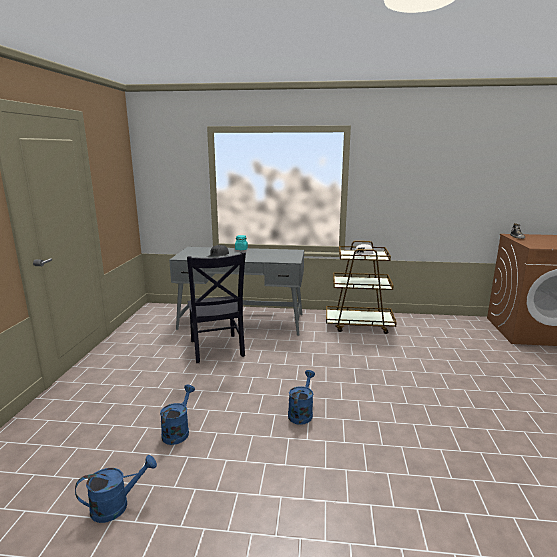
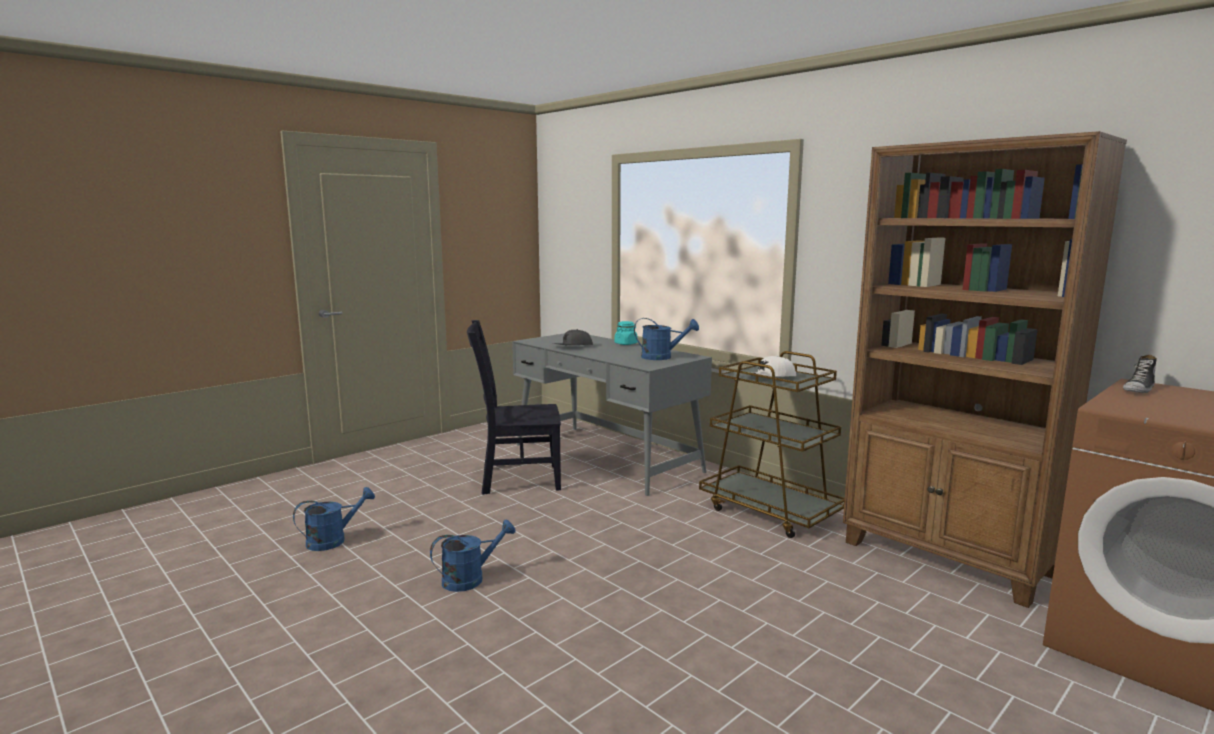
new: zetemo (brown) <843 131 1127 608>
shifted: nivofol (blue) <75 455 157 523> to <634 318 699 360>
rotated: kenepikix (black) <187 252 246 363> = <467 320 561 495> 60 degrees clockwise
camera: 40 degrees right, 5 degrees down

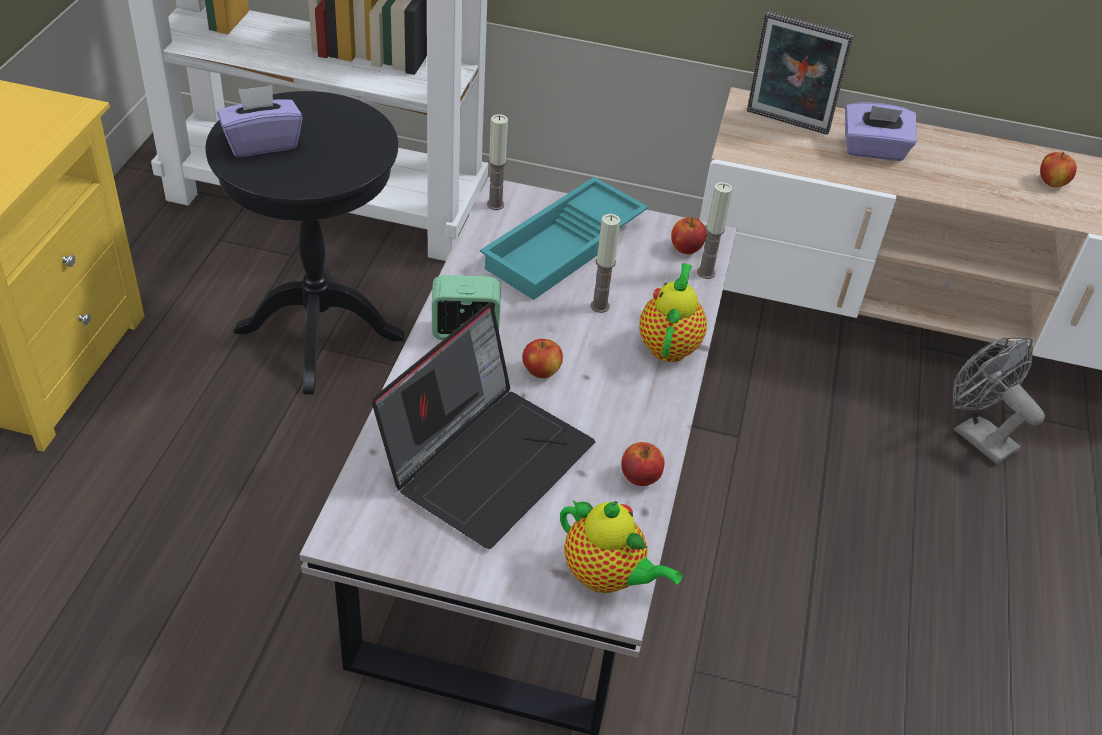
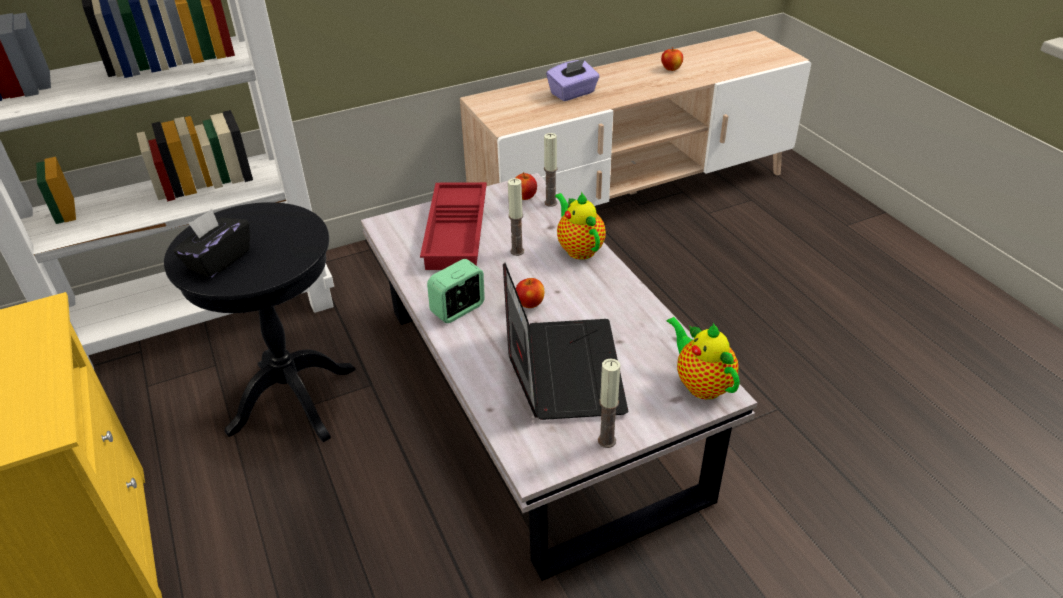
gone: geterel <621 442 664 486>; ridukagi <747 11 854 135>; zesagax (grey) <953 338 1045 465>
shifted: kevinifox <487 114 508 210> to <598 358 620 448>
repainted: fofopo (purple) <217 85 303 157> to fofopo (black) <173 209 250 278>; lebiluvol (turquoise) <480 177 648 300> to lebiluvol (red) <420 182 487 270>
rotated: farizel <560 501 683 593> = <667 317 740 399> 120 degrees counterclockwise
camera: 35 degrees left, 5 degrees down

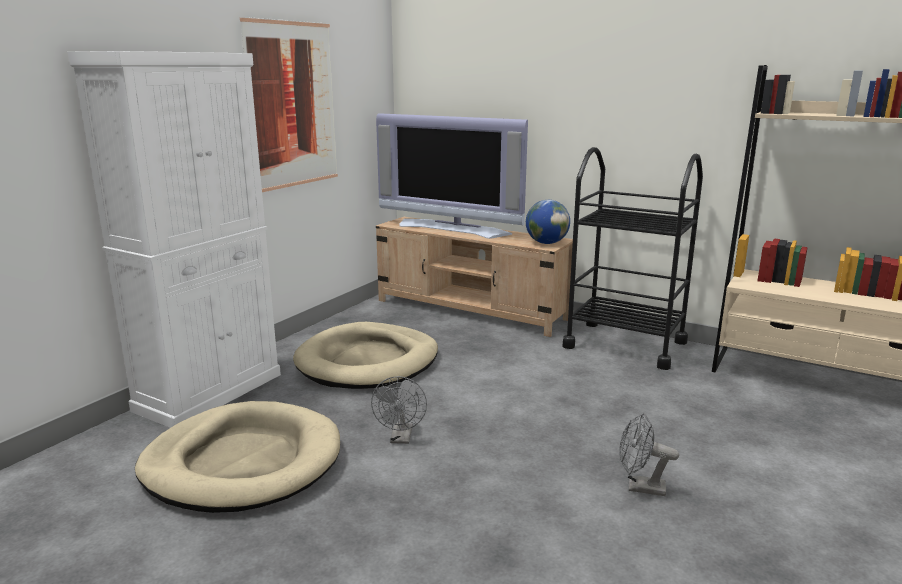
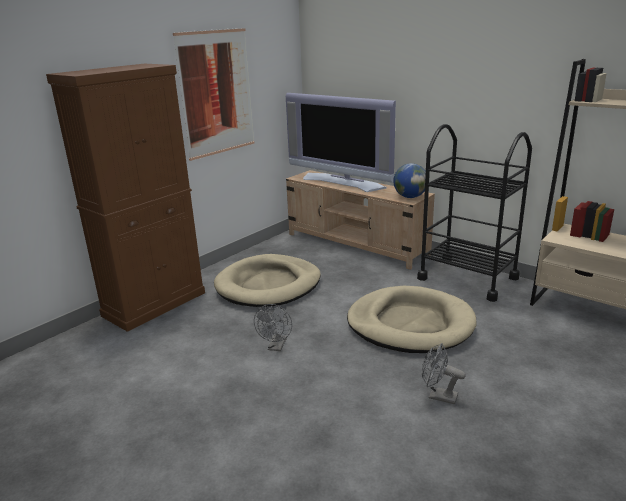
shifted: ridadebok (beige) <135 401 340 513> to <347 286 477 353>
repainted: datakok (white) <67 51 281 428> to datakok (brown) <46 64 205 332>
camera: 10 degrees right, 5 degrees up

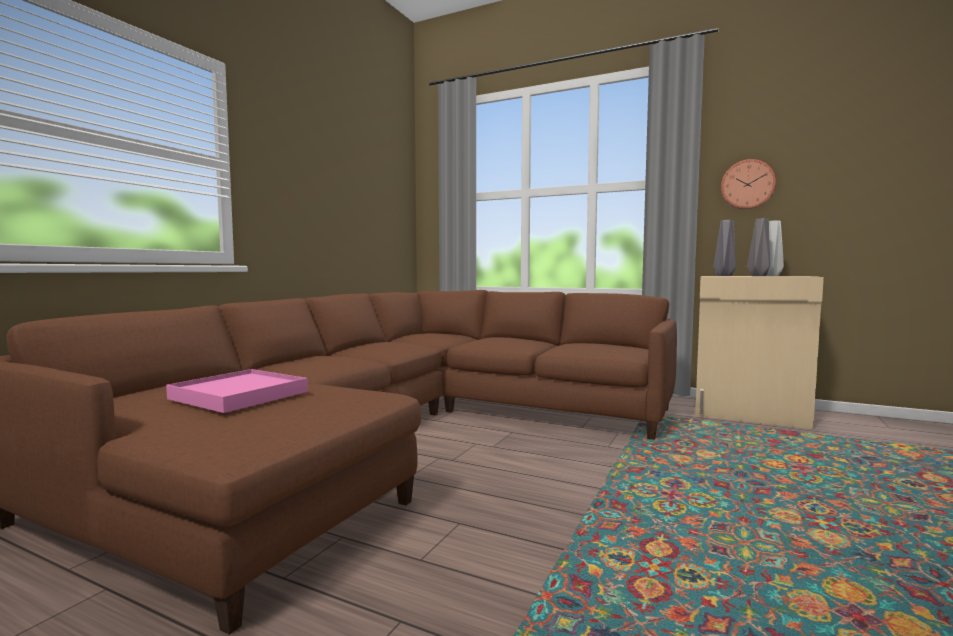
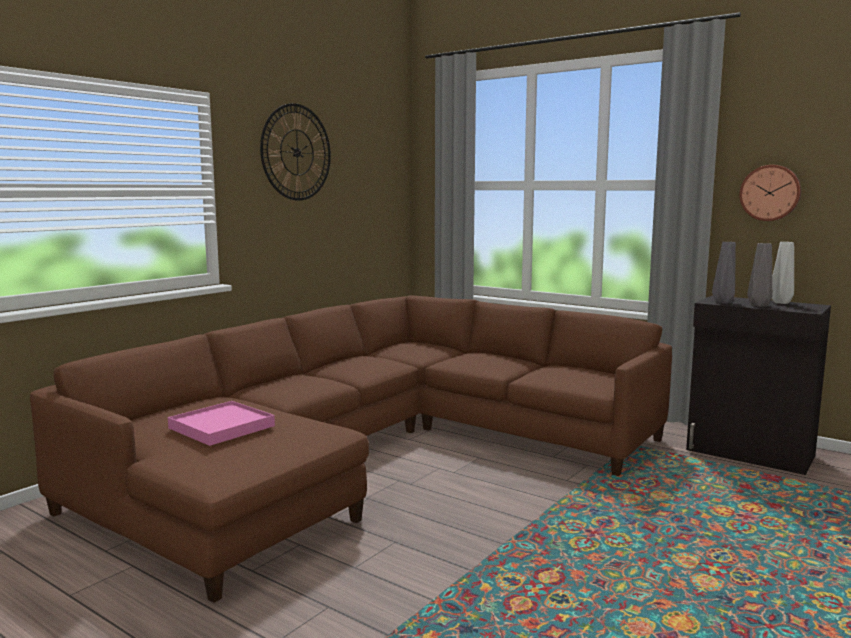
new: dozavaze <260 103 331 201>
repainted: datakok (beige) <695 276 824 429> to datakok (black) <686 295 831 475>
camera: 10 degrees right, 5 degrees up

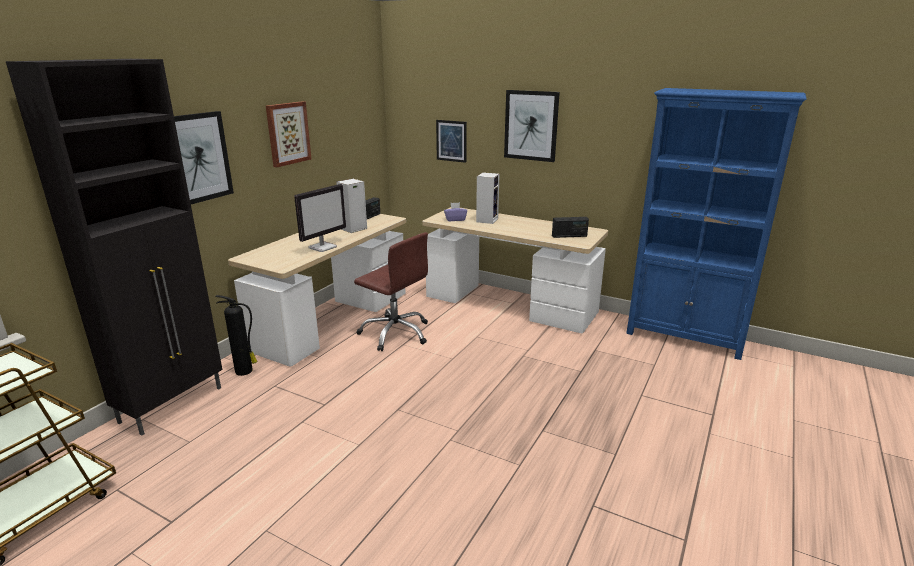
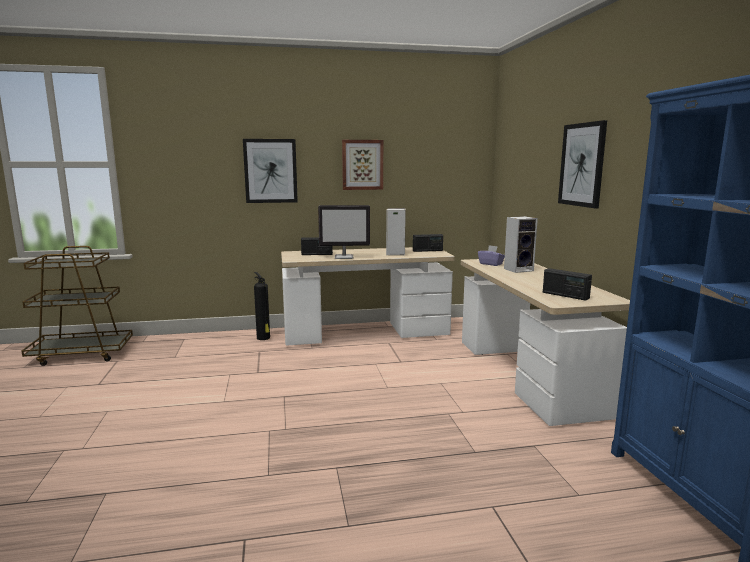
gone: datakok (black) <6 59 222 436>; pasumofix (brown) <354 232 428 351>; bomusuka <436 120 467 163>
new: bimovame <301 237 333 255>
camera: 50 degrees right, 10 degrees down

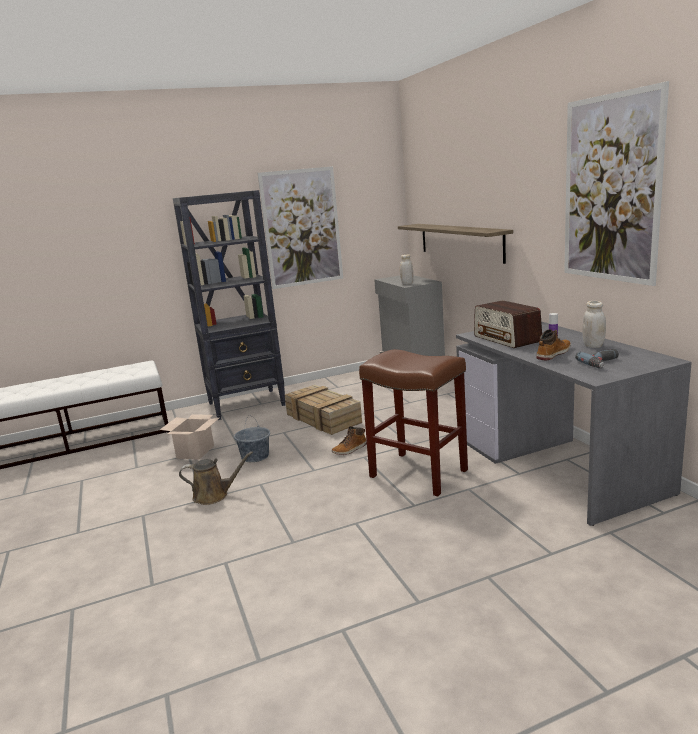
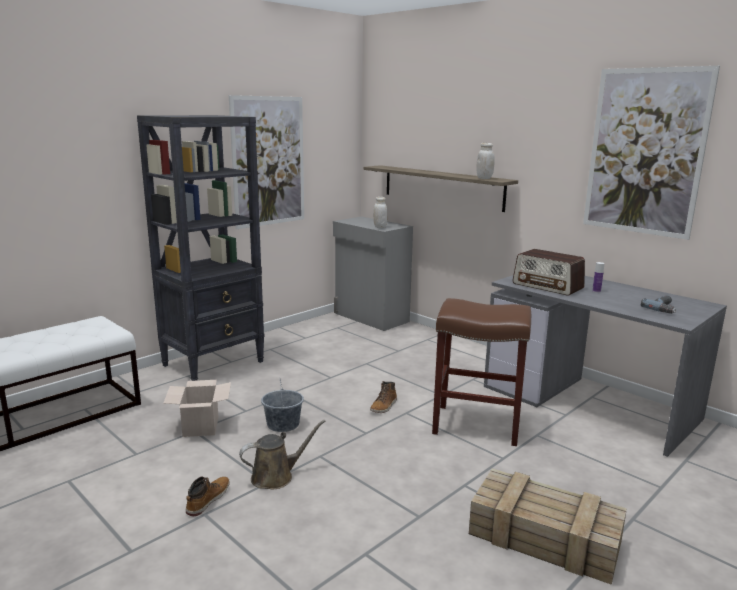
shifted: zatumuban <536 329 571 360> to <186 476 230 516>; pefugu <285 385 362 435> to <469 468 627 585>; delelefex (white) <582 301 606 348> to <476 143 495 179>
camera: 25 degrees left, 0 degrees up

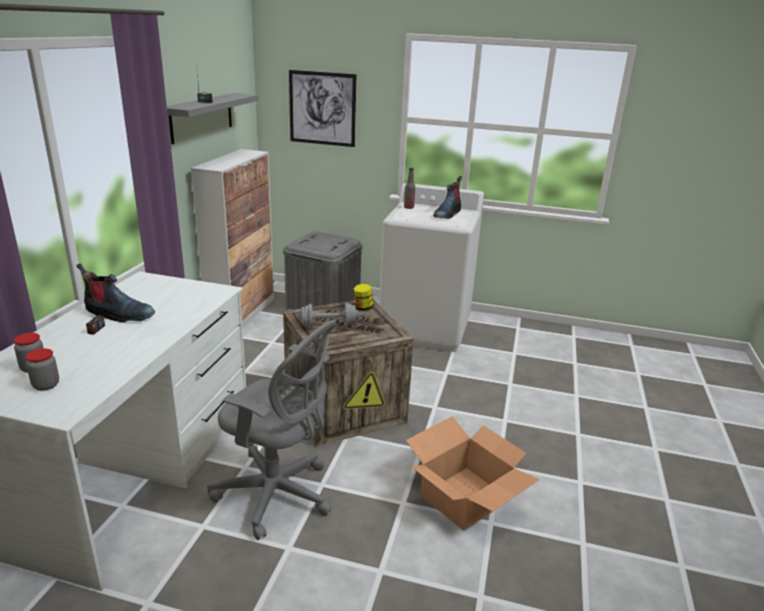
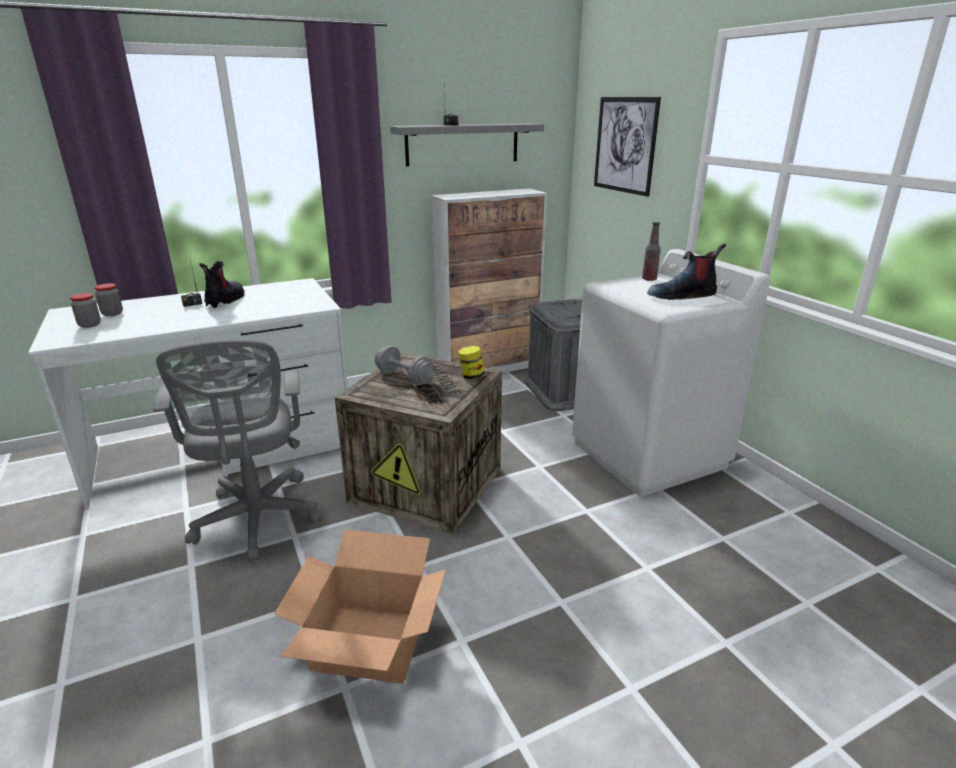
rotated: zatumuban <76 263 155 323> = <199 261 245 308> 150 degrees counterclockwise
camera: 50 degrees right, 0 degrees up

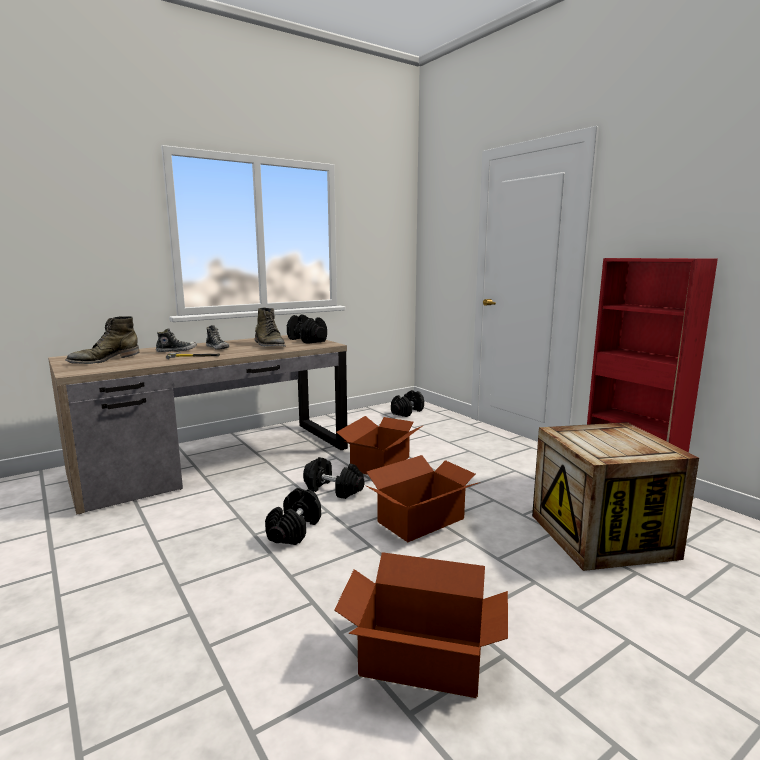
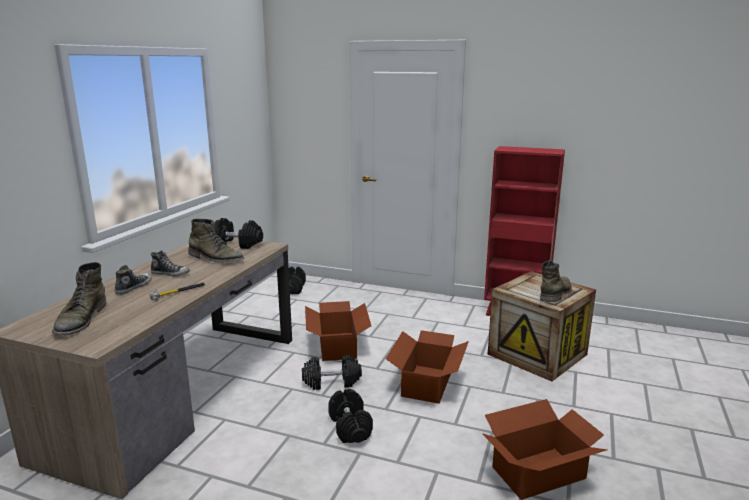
new: zatumuban (green) <540 260 572 302>
camera: 35 degrees left, 5 degrees up

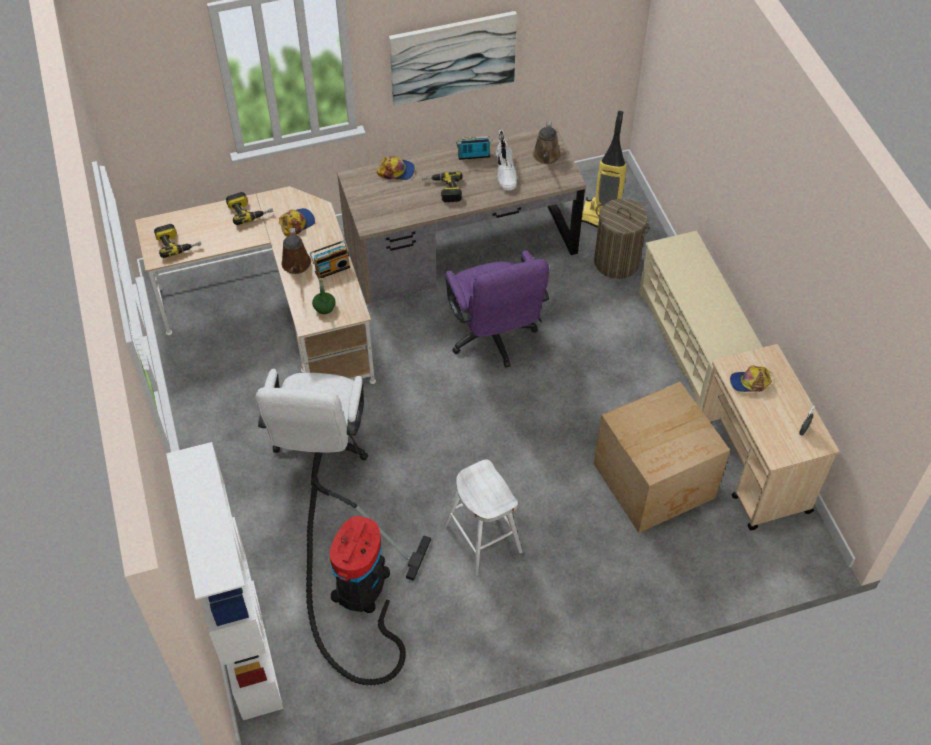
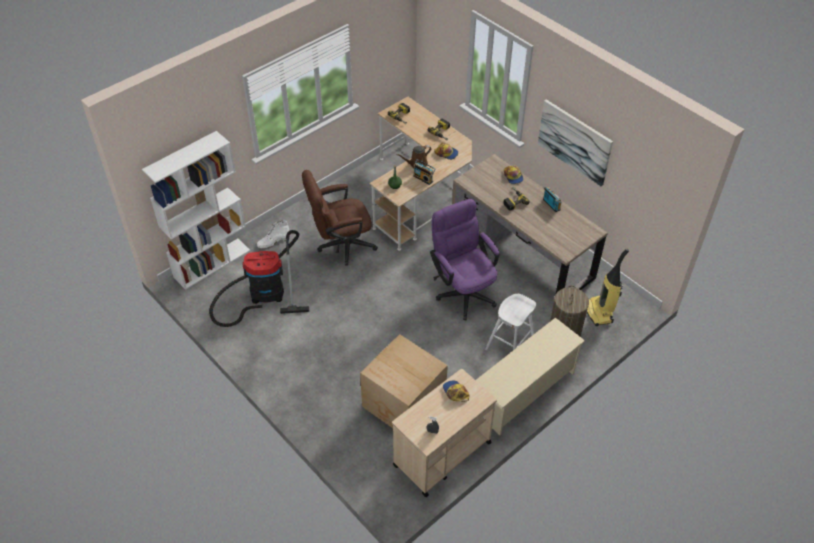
gone: nivofol (brown) <533 121 561 164>
shifted: zatumuban (white) <496 130 518 190> to <257 220 290 249>; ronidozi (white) <444 460 523 576> to <485 294 536 350>
repainted: pasumofix (white) <255 369 368 485> to pasumofix (brown) <302 170 378 265>
rotated: pasumofix (purple) <446 250 549 368> = <430 199 499 320> 105 degrees clockwise
camera: 65 degrees right, 5 degrees down

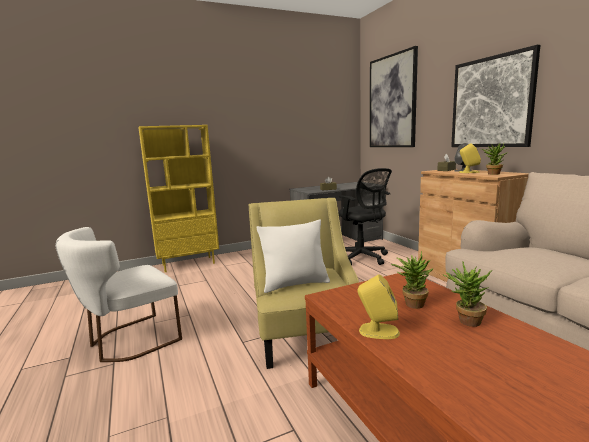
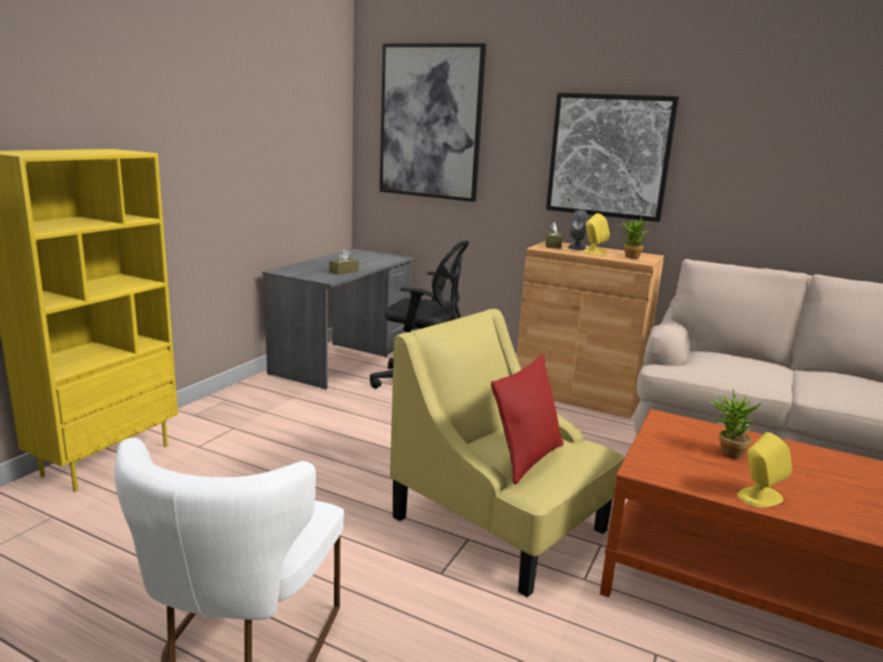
gone: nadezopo <442 261 492 327>
repainted: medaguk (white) <257 219 330 293> to medaguk (red) <491 354 564 485>
camera: 40 degrees left, 5 degrees up

